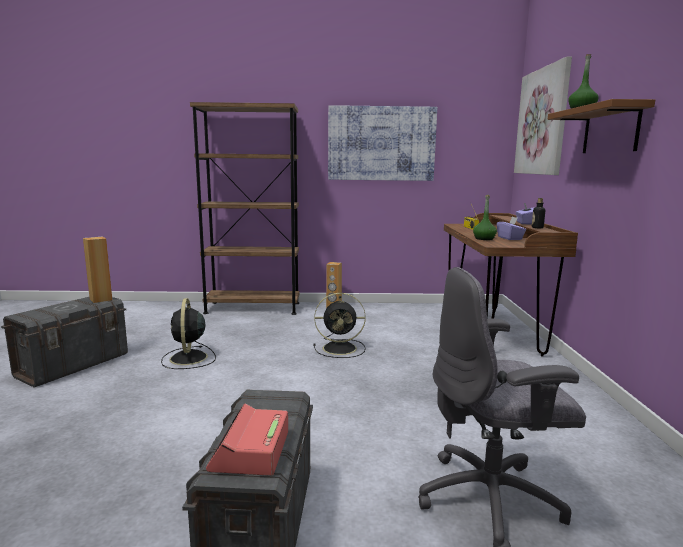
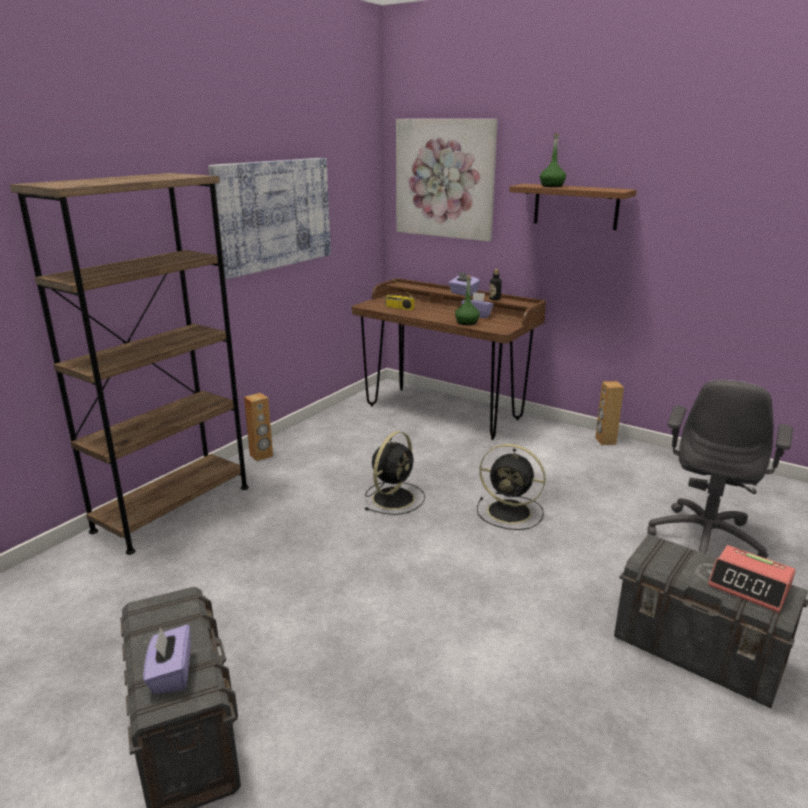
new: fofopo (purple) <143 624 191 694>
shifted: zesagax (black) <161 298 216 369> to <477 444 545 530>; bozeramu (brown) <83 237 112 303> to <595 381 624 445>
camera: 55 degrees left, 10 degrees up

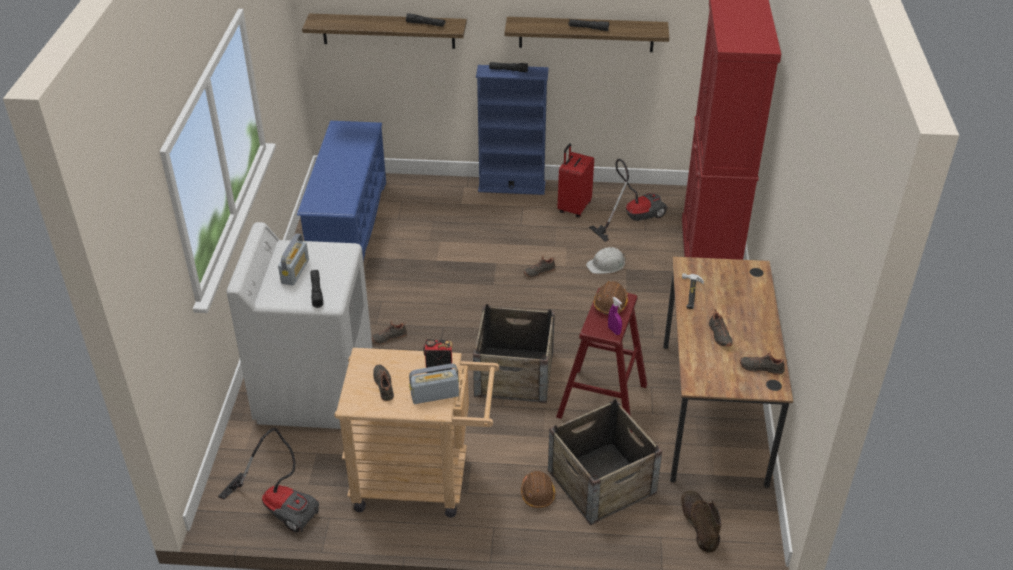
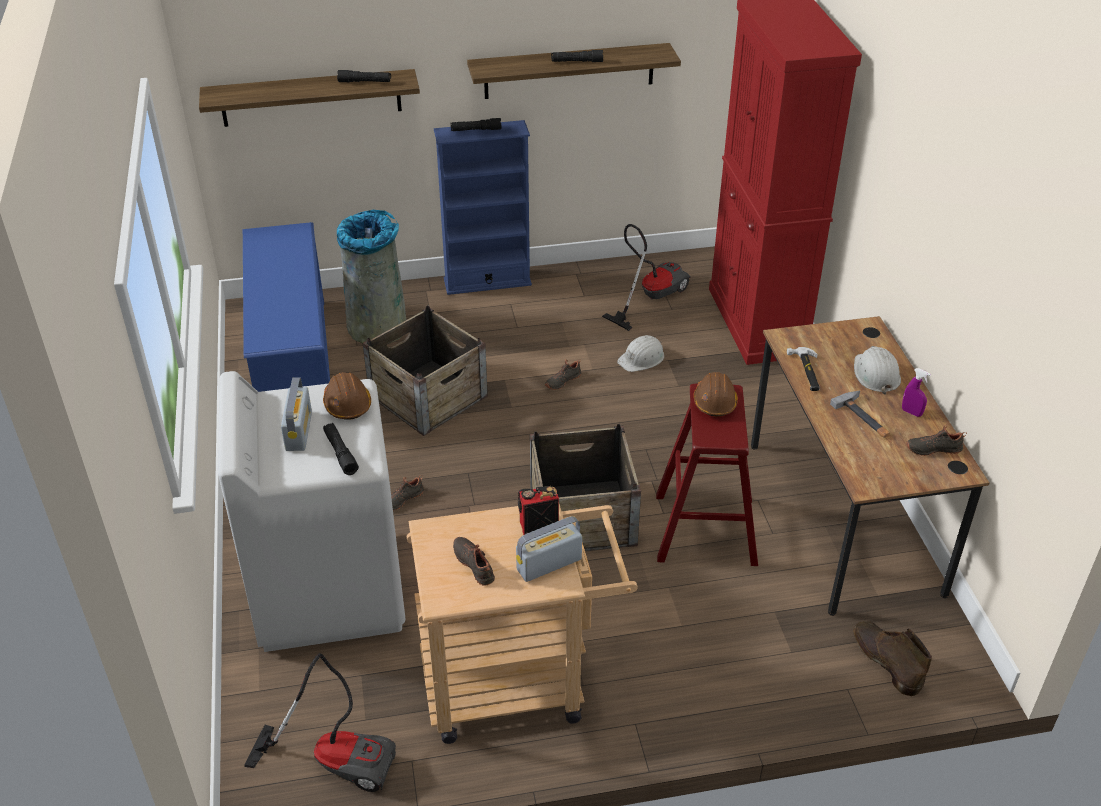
gone: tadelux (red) <557 143 594 218>
new: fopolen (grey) <337 210 406 344>; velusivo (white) <854 346 901 395>
shifted: velusivo (brown) <521 471 555 508> to <323 372 371 420>; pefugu <548 399 662 525> to <363 305 488 436>; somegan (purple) <608 297 622 335> to <902 368 931 417>
swapped: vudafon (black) <709 309 733 347> to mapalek <830 391 890 438>
camera: 15 degrees left, 0 degrees up

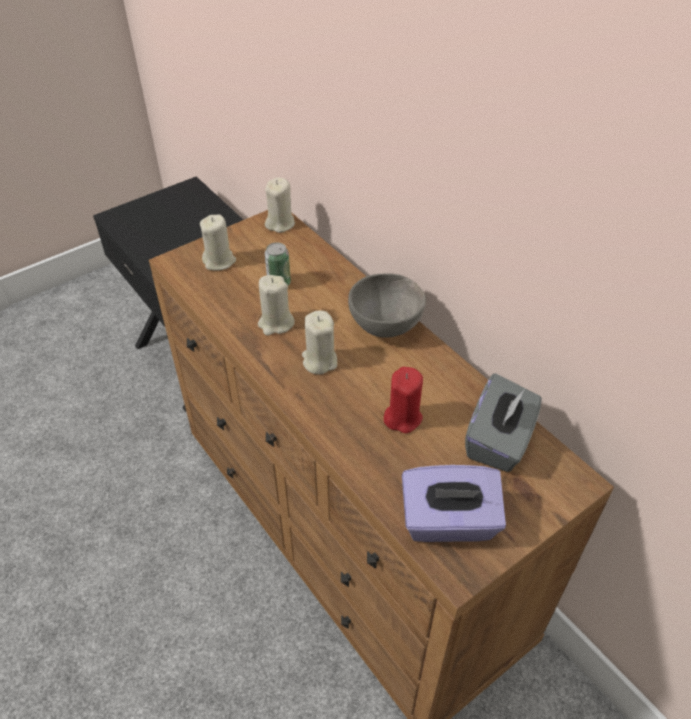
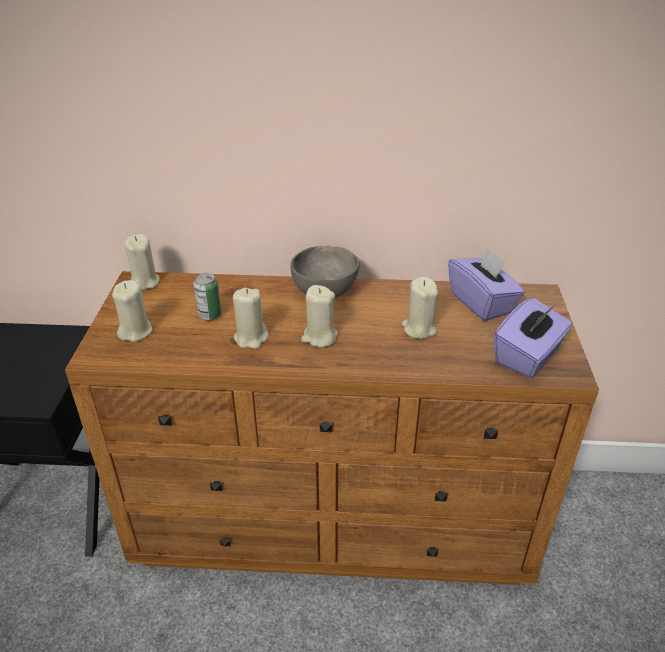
repainted: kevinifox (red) <384 367 423 433> to kevinifox (beige) <402 277 438 339>; fofopo (grey) <465 373 542 472> to fofopo (purple) <448 247 525 321>
camera: 50 degrees left, 10 degrees down

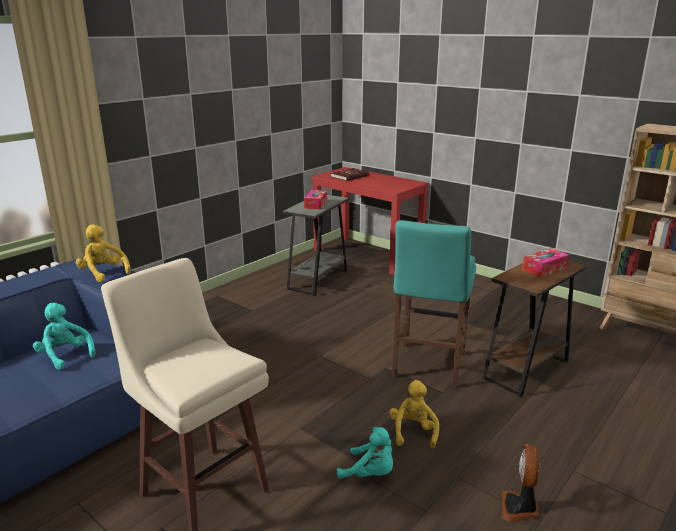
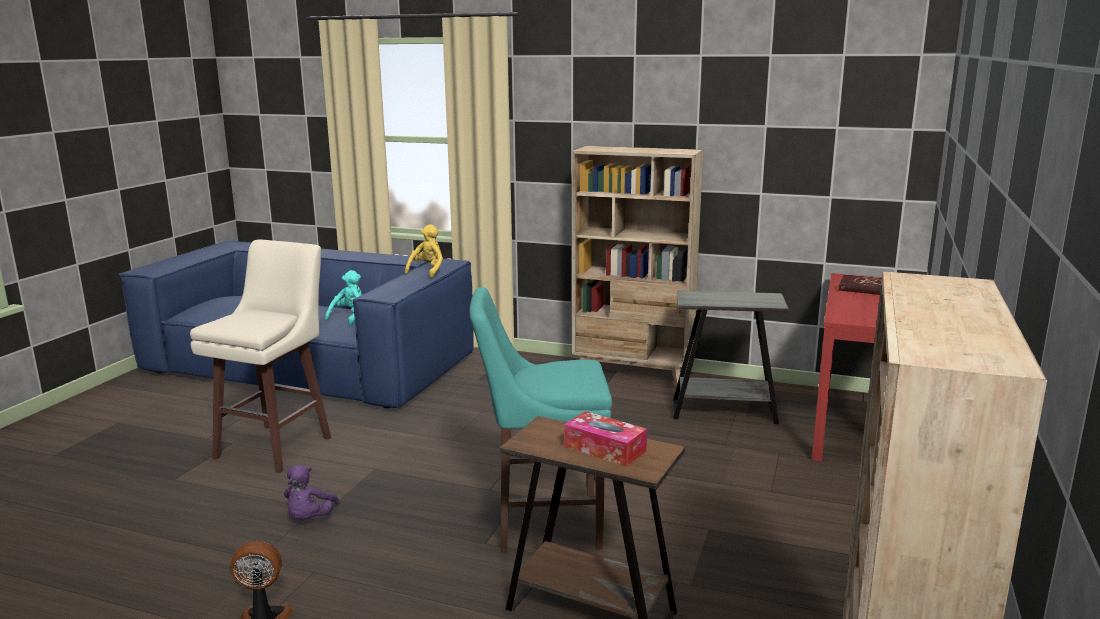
gone: fofopo <304 190 327 209>; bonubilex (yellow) <390 380 439 448>
new: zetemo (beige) <572 146 703 387>
repainted: bonubilex (turquoise) <337 427 393 479> to bonubilex (purple) <284 465 340 520>
camera: 70 degrees right, 5 degrees down

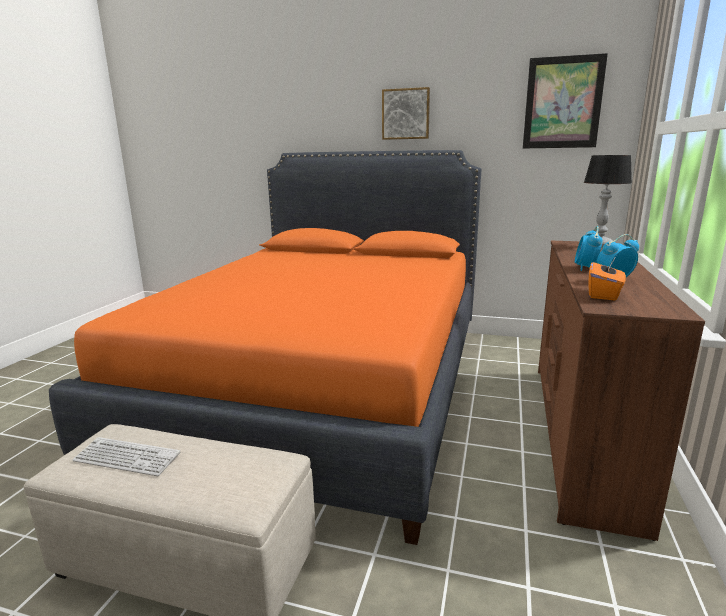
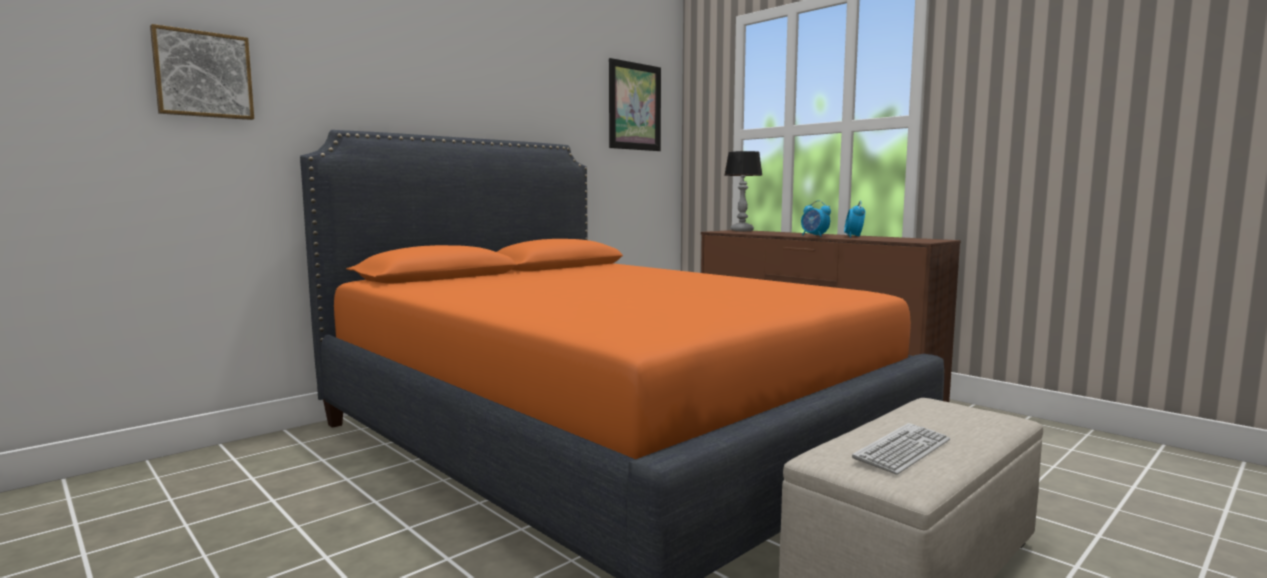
gone: fofopo (orange) <588 256 626 300>
shifted: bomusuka <382 87 430 140> to <150 24 254 120>
camera: 60 degrees left, 10 degrees down

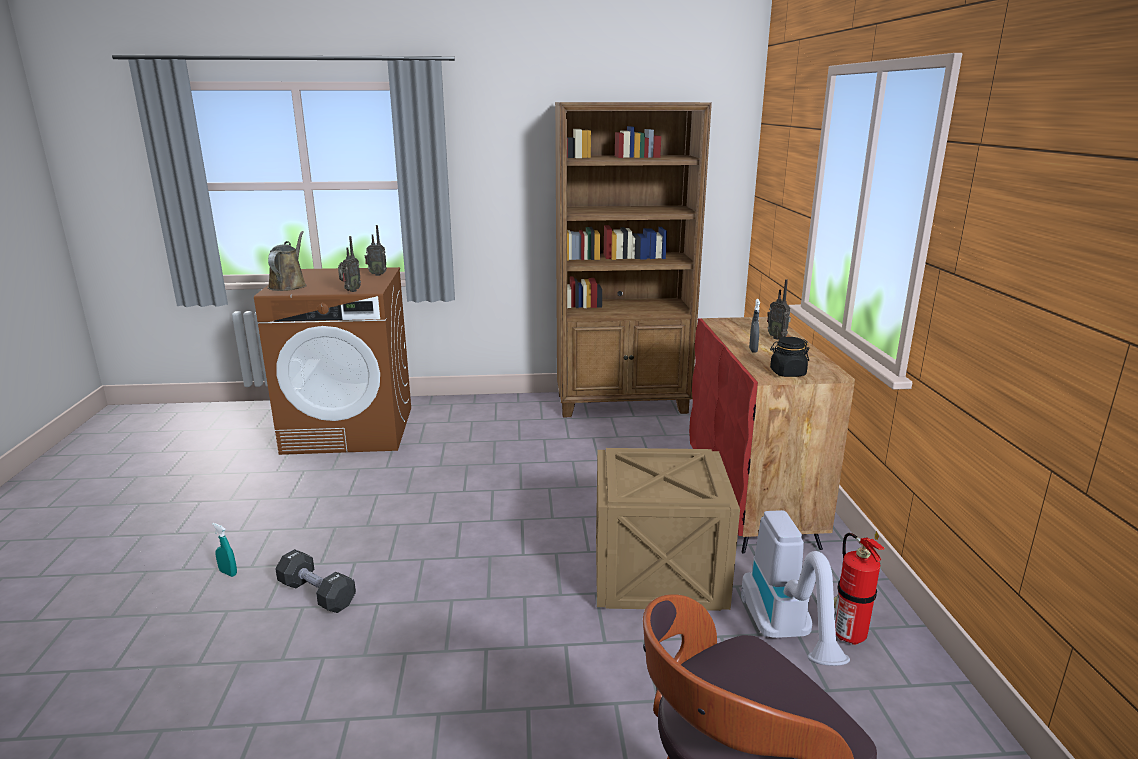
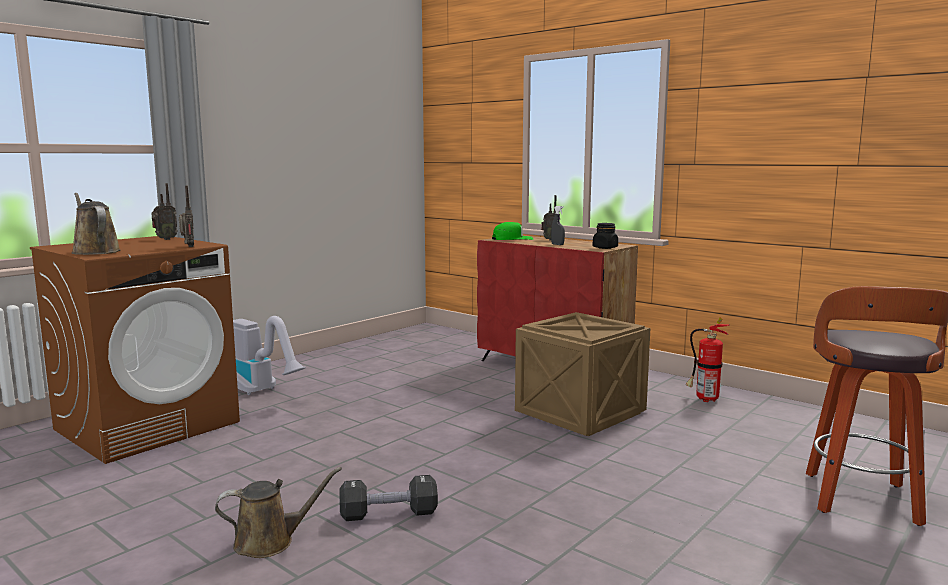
gone: zetemo (brown) <555 102 712 417>
new: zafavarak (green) <492 222 533 240>
shifted: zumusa <741 510 850 666> to <233 316 306 395>
swapped: somegan (turquoise) <212 523 237 577> to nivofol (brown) <215 467 342 558>
camera: 45 degrees left, 10 degrees down

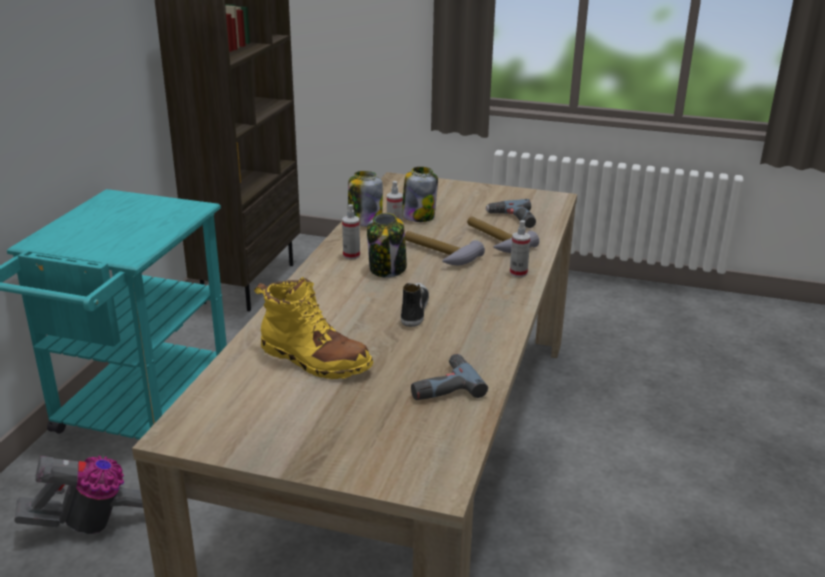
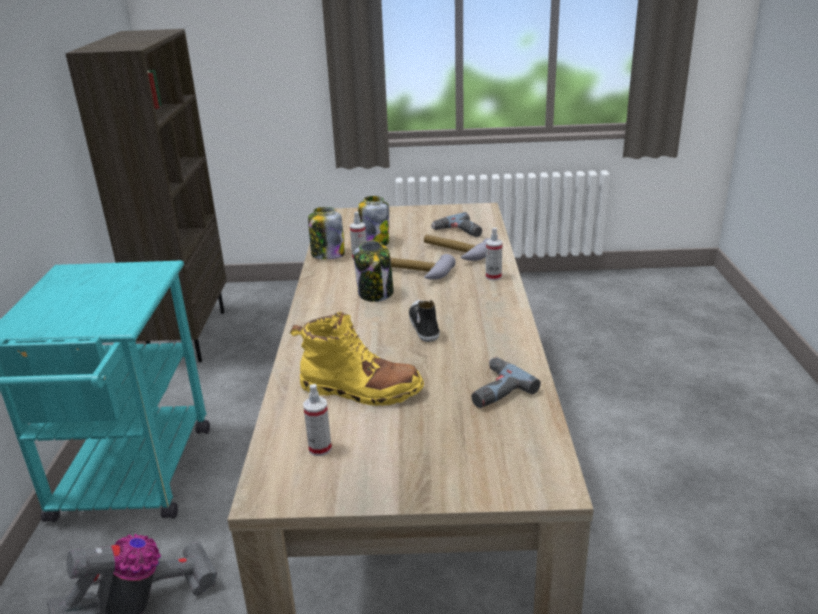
shifted: somegan <342 204 360 259> to <303 384 332 456>
camera: 15 degrees left, 0 degrees up

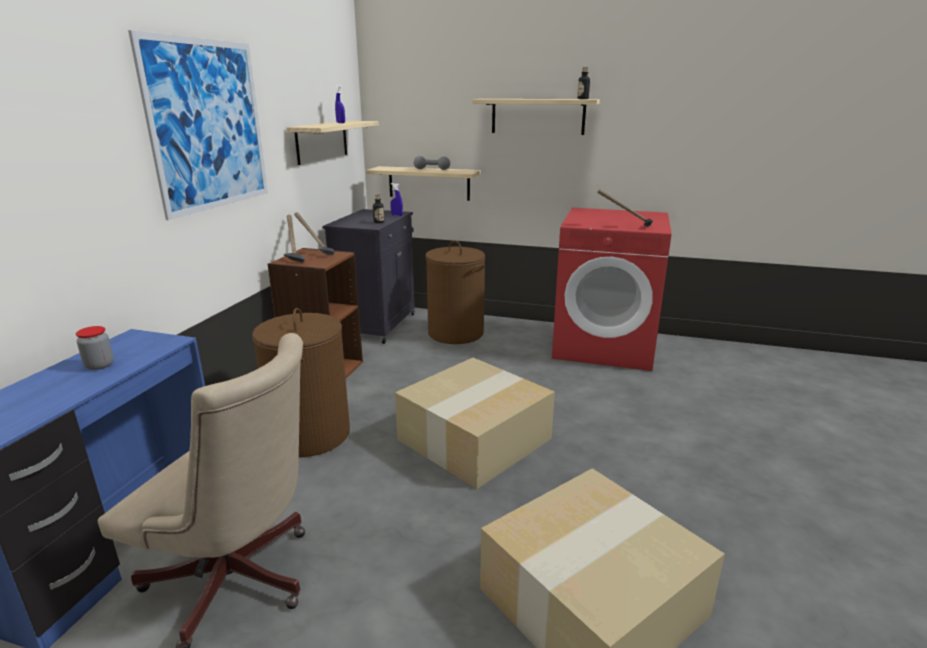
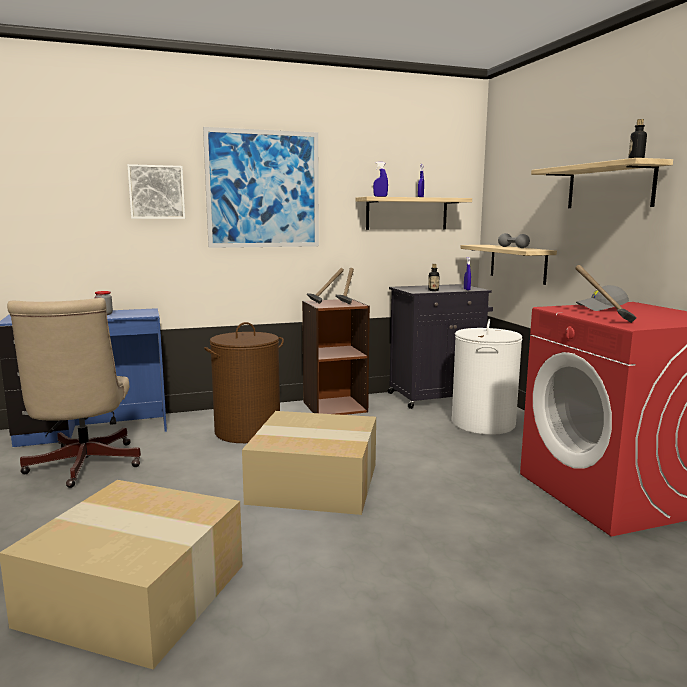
new: bomusuka <127 164 185 219>; somegan (blue) <373 162 388 197>; zafavarak (grey) <576 285 629 311>
repainted: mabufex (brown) <425 240 485 344> to mabufex (white) <452 319 522 435>
camera: 55 degrees right, 10 degrees down

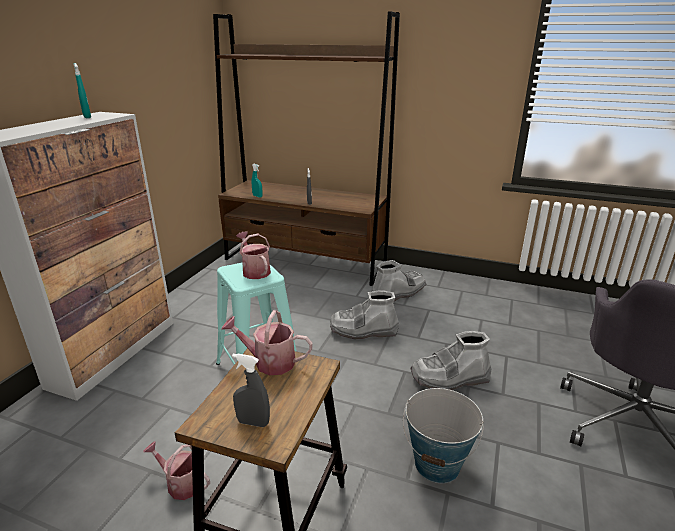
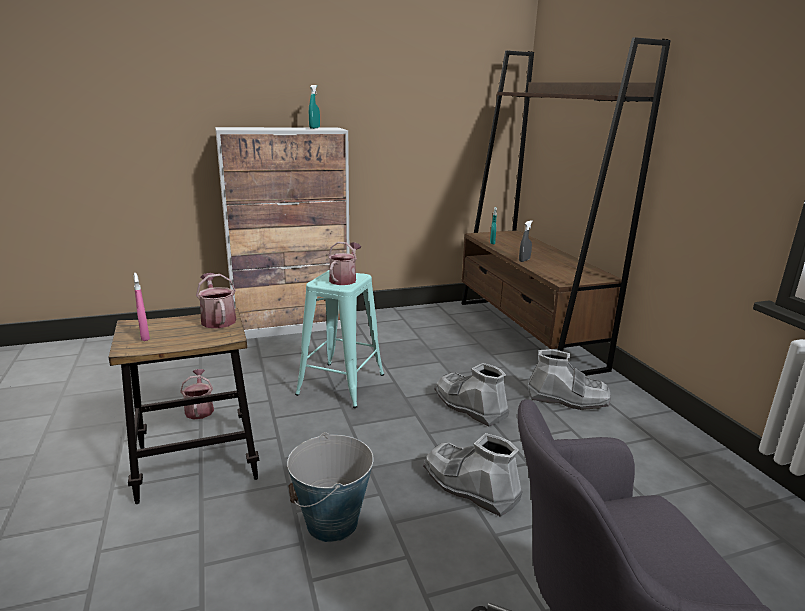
repainted: somegan (grey) <232 354 270 427> to somegan (pink) <133 273 150 341>
camera: 50 degrees right, 5 degrees down

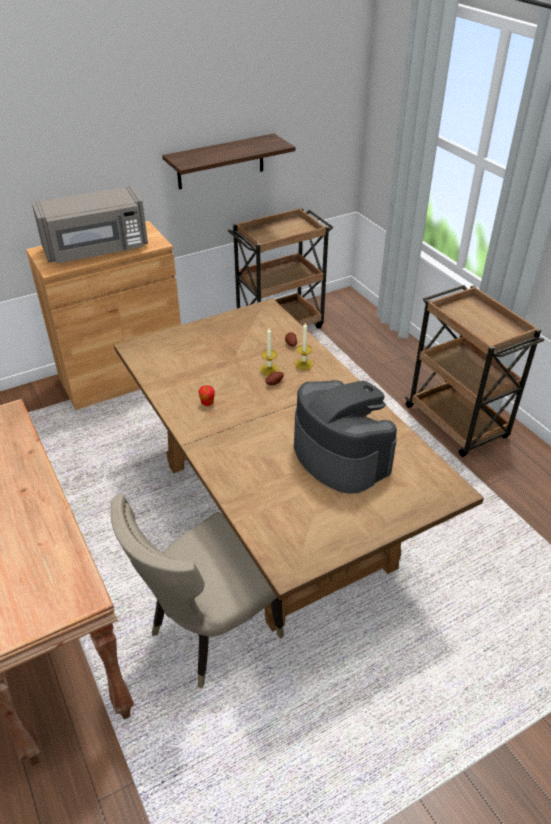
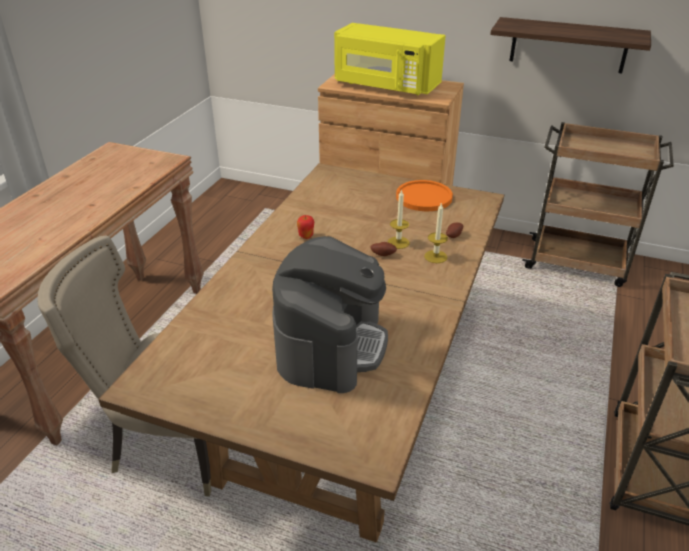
new: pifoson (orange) <396 180 453 211>
repainted: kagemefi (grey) <32 186 148 263> to kagemefi (yellow) <334 23 446 95>
camera: 50 degrees right, 5 degrees down

